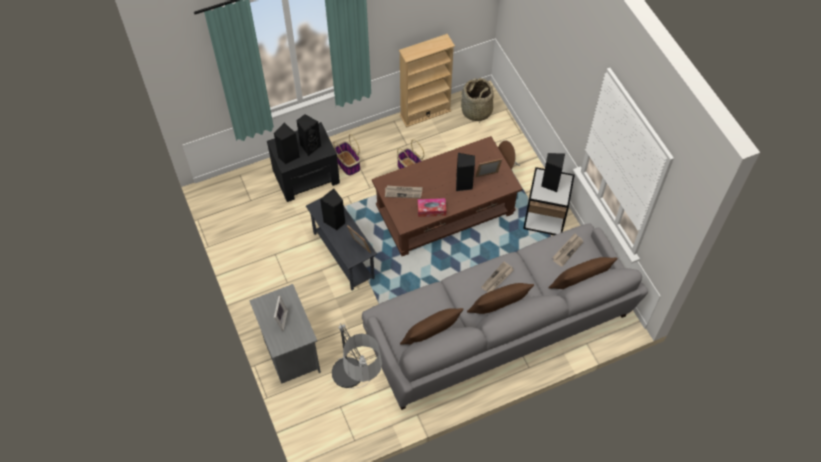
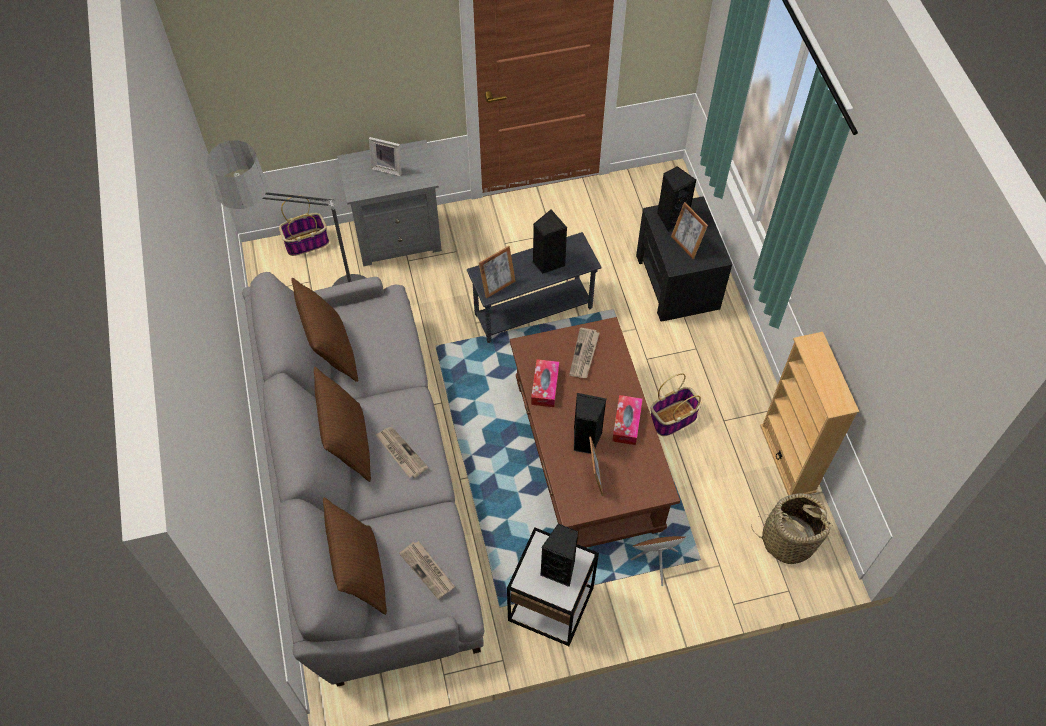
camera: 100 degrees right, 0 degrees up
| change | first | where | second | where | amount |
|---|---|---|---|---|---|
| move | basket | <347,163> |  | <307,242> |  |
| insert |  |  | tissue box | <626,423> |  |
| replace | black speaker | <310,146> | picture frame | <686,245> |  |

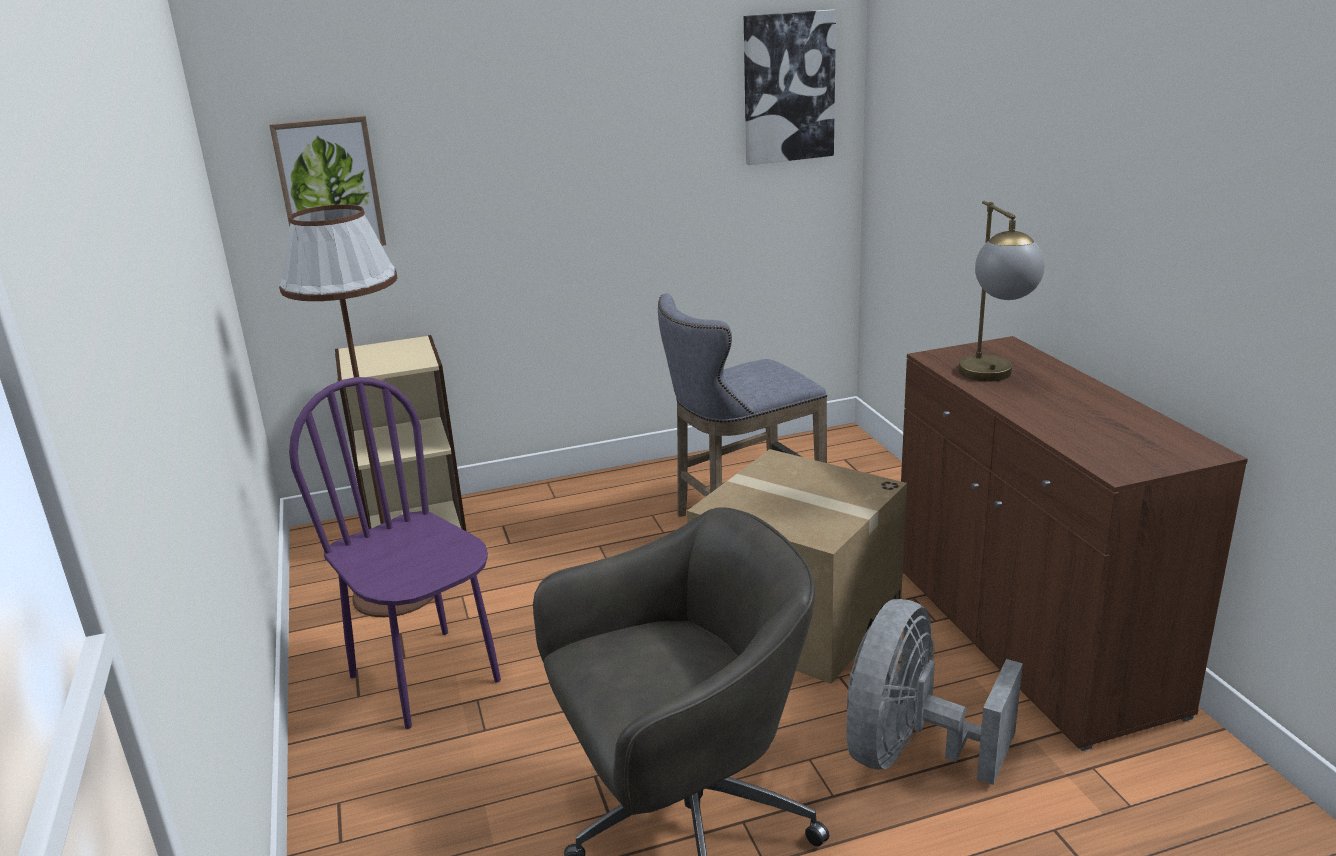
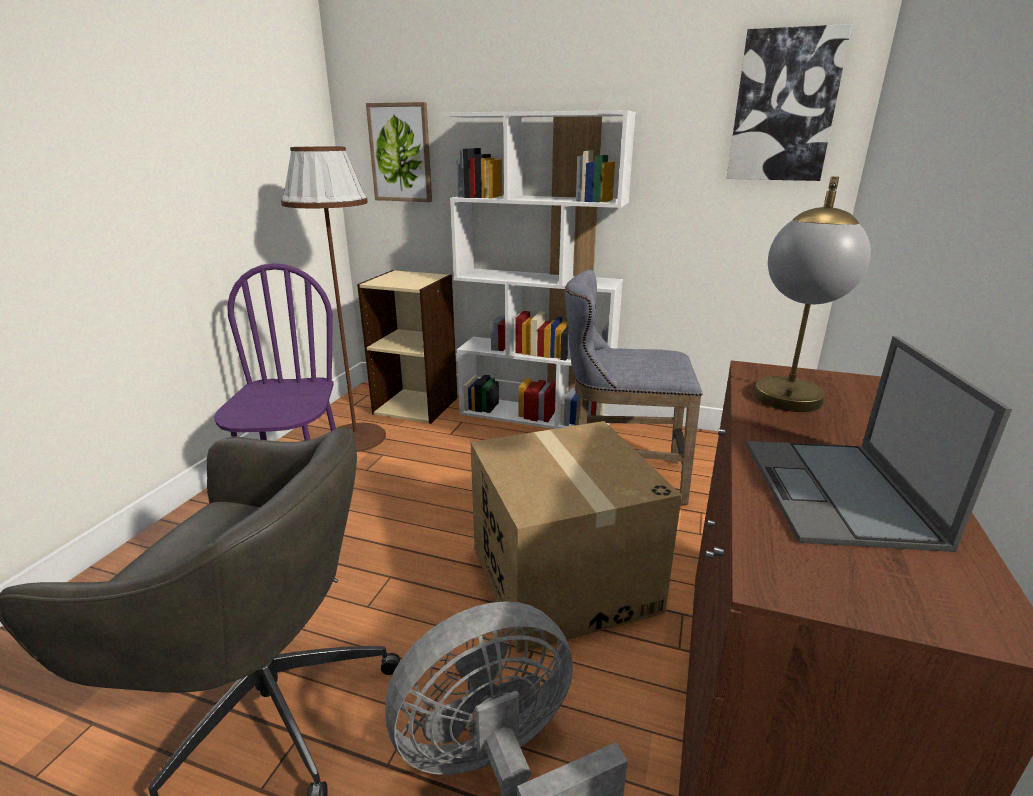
camera: 35 degrees right, 0 degrees up
| change | first | where | second | where | amount |
|---|---|---|---|---|---|
| insert |  |  | white bookcase | <536,416> |  |
| insert |  |  | laptop | <838,493> |  |

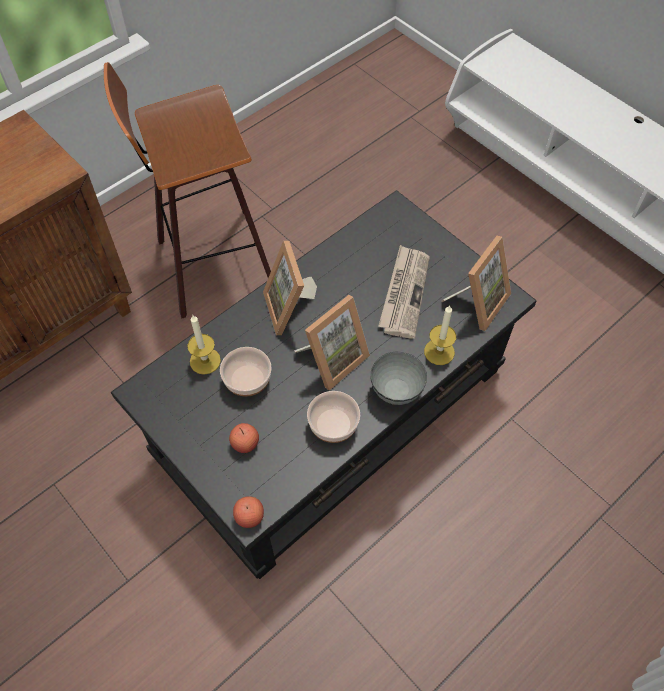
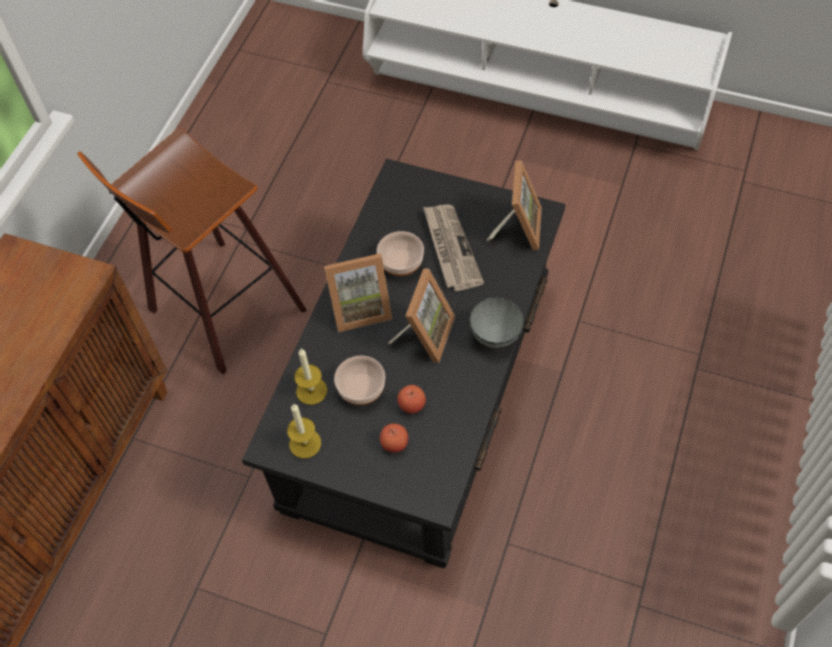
camera: 25 degrees left, 0 degrees up
| change | first | where | second | where | amount |
|---|---|---|---|---|---|
| move | candle | <439,352> |  | <305,443> |  |
| rotate | picture frame | <291,308> |  | <360,307> | 60 degrees counterclockwise |
| move | bowl | <334,425> |  | <401,263> |  |
| move | apple | <249,516> |  | <412,405> |  |

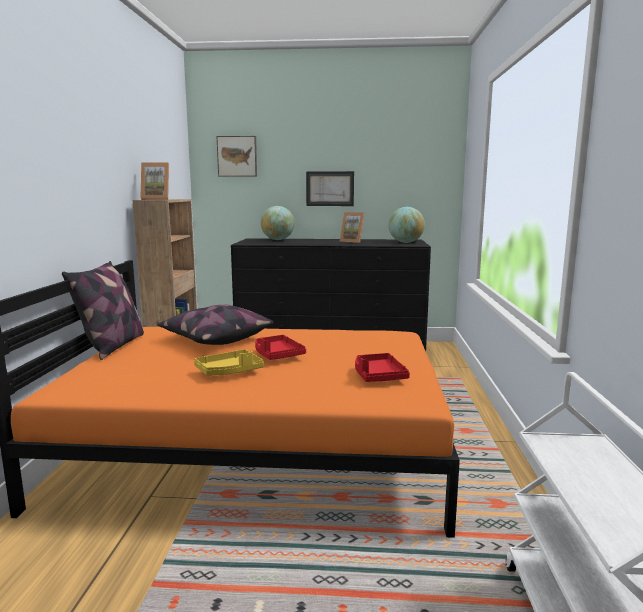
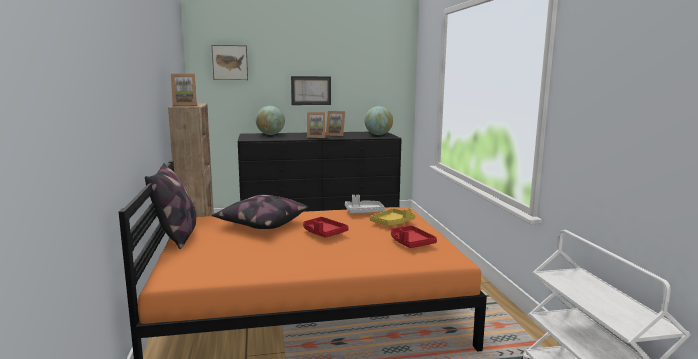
camera: 15 degrees left, 0 degrees up
| change | first | where | second | where | amount |
|---|---|---|---|---|---|
| insert |  |  | picture frame | <316,137> |  |
| insert |  |  | grey tray | <364,212> |  |
| move | yellow tray | <229,371> |  | <392,223> |  |

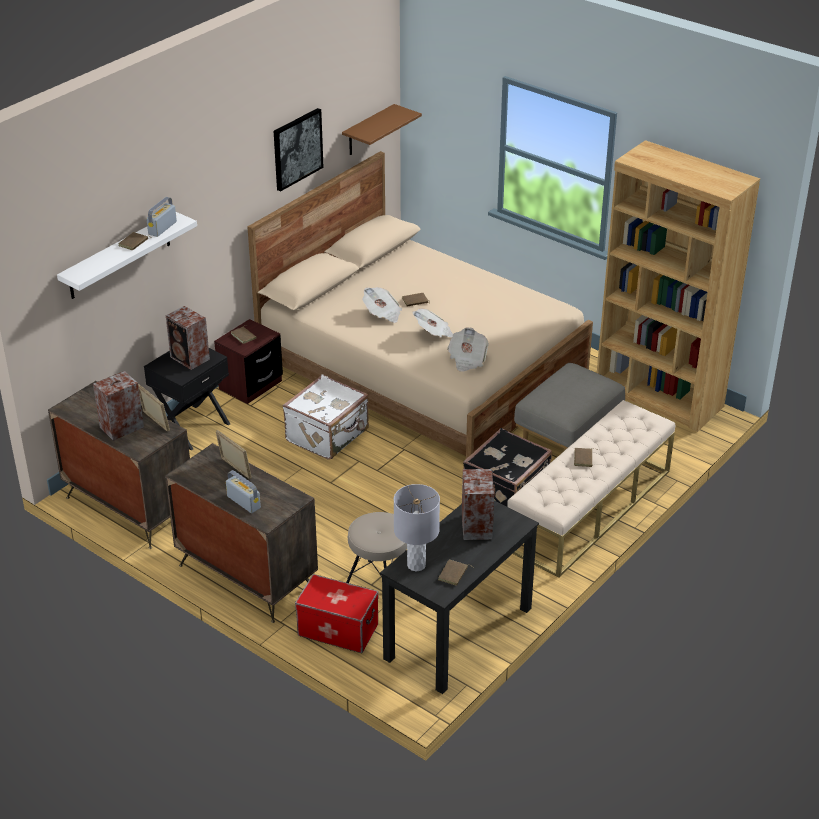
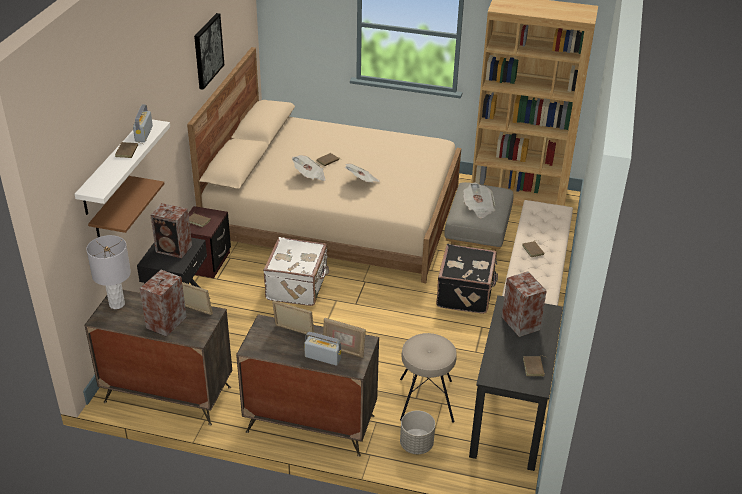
camera: 25 degrees left, 0 degrees up
| change | first | where | second | where | amount |
|---|---|---|---|---|---|
| move | grey table lamp | <416,565> |  | <116,304> |  |
| move | brown shelf | <368,130> |  | <111,211> |  |
| insert |  |  | picture frame | <343,351> |  |
| replace | storage box | <337,630> | grey planter | <416,445> |  |
| move | newspaper | <467,359> |  | <478,208> |  |

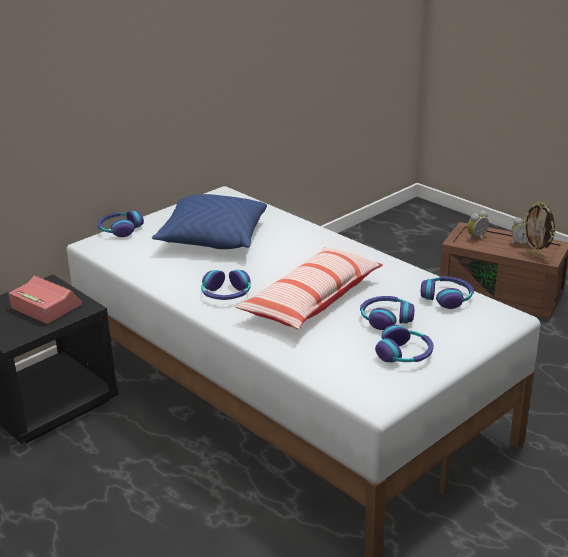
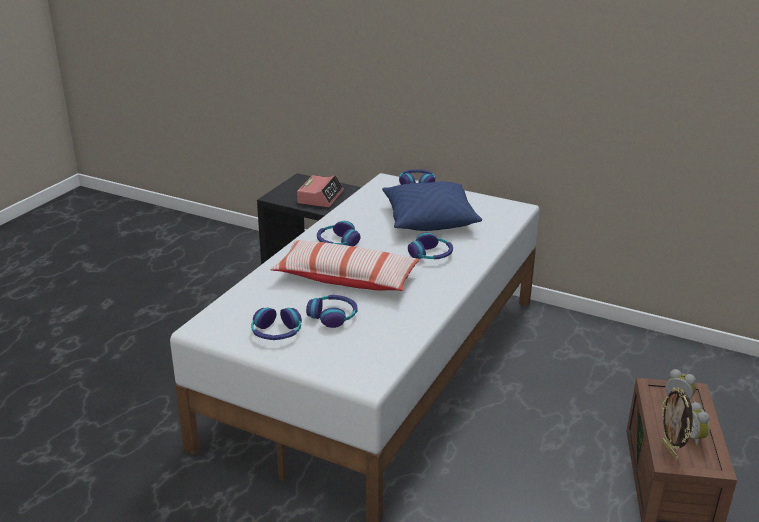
camera: 70 degrees right, 0 degrees up
| change | first | where | second | where | amount |
|---|---|---|---|---|---|
| move | headphones | <447,298> |  | <431,255> |  |
| rotate | picture frame | <536,255> |  | <670,451> | 45 degrees counterclockwise |

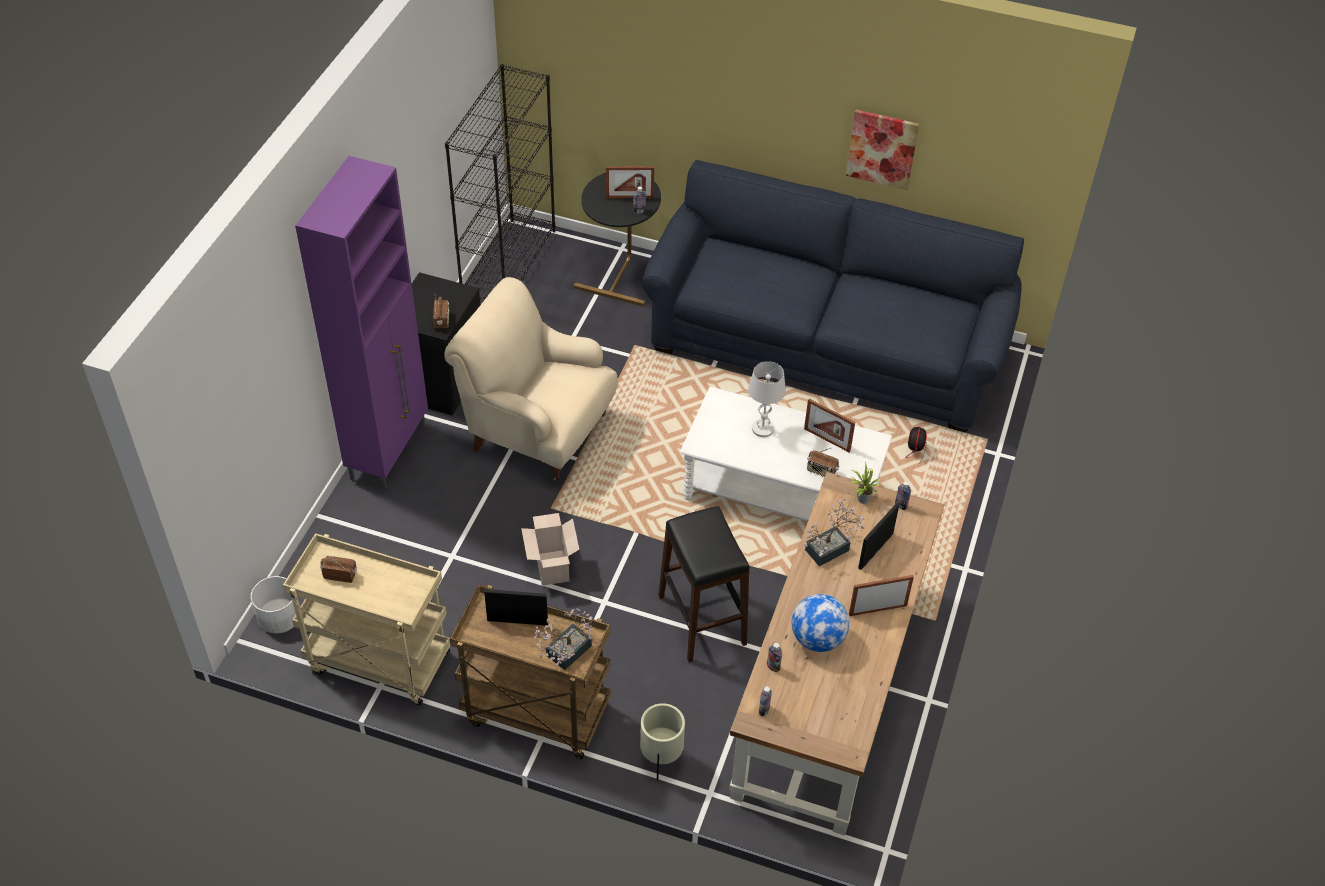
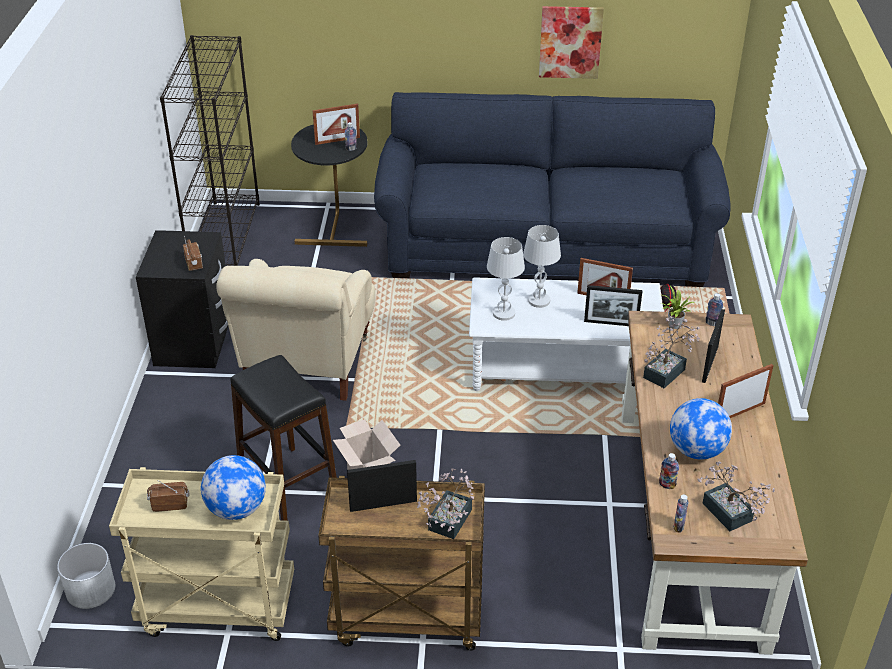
camera: 15 degrees left, 10 degrees down
| change | first | where | second | where | amount |
|---|---|---|---|---|---|
| insert |  |  | globe | <236,509> |  |
| rotate | beige armchair | <537,431> |  | <306,364> | 90 degrees counterclockwise |
| move | black stool | <701,619> |  | <288,485> |  |
| insert |  |  | white table lamp | <503,313> |  |
| replace | radio | <821,471> | picture frame | <611,323> |  |
| insert |  |  | potted plant | <730,516> |  |
| delete | purple cabinet | <390,450> |  |  |  |
| delete | beige planter | <661,759> |  |  |  |

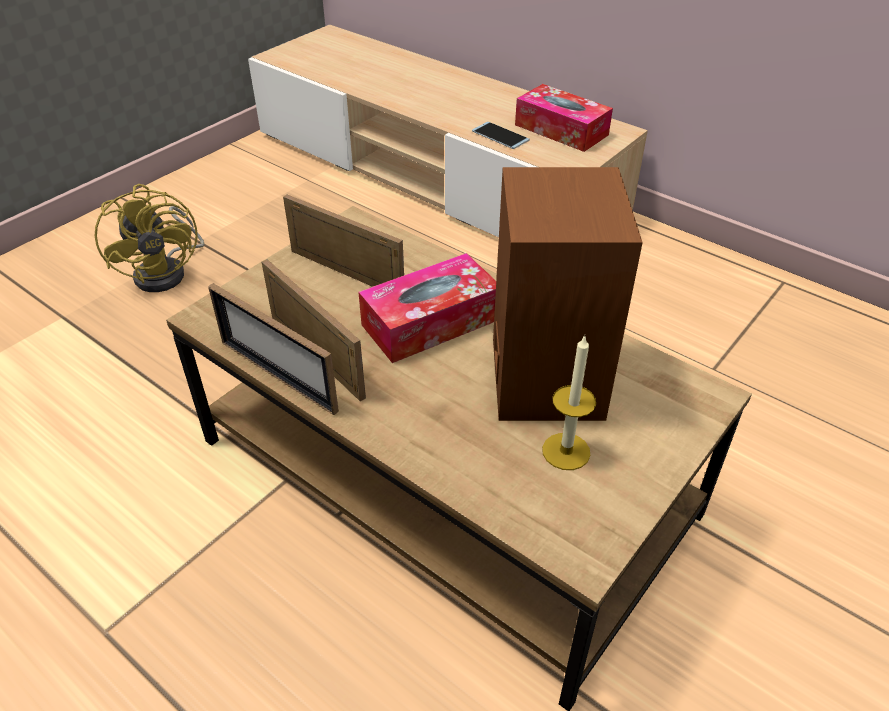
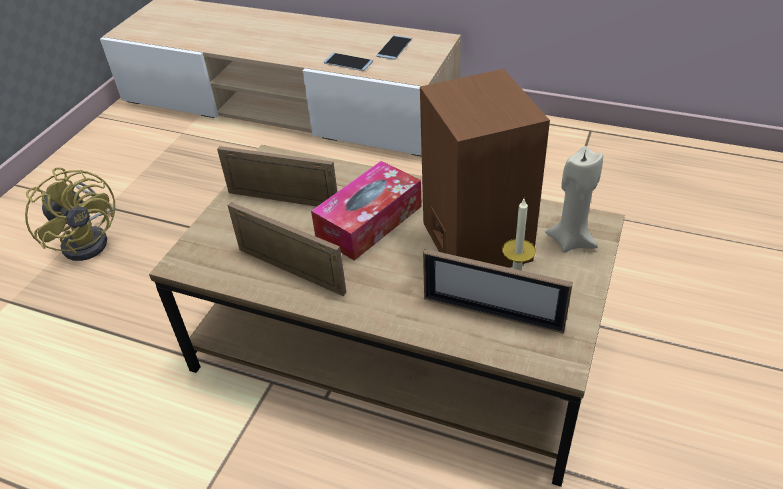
camera: 15 degrees left, 0 degrees up
| change | first | where | second | where | amount |
|---|---|---|---|---|---|
| replace | tissue box | <561,130> | phone | <394,48> |  |
| move | picture frame | <278,375> |  | <492,313> |  |
| insert |  |  | beige candle | <571,240> |  |

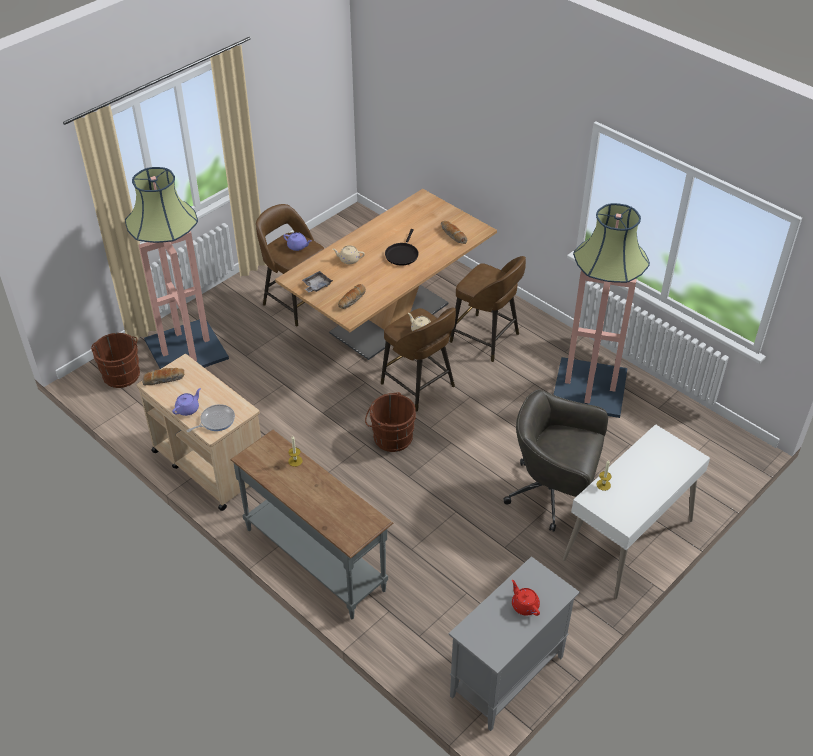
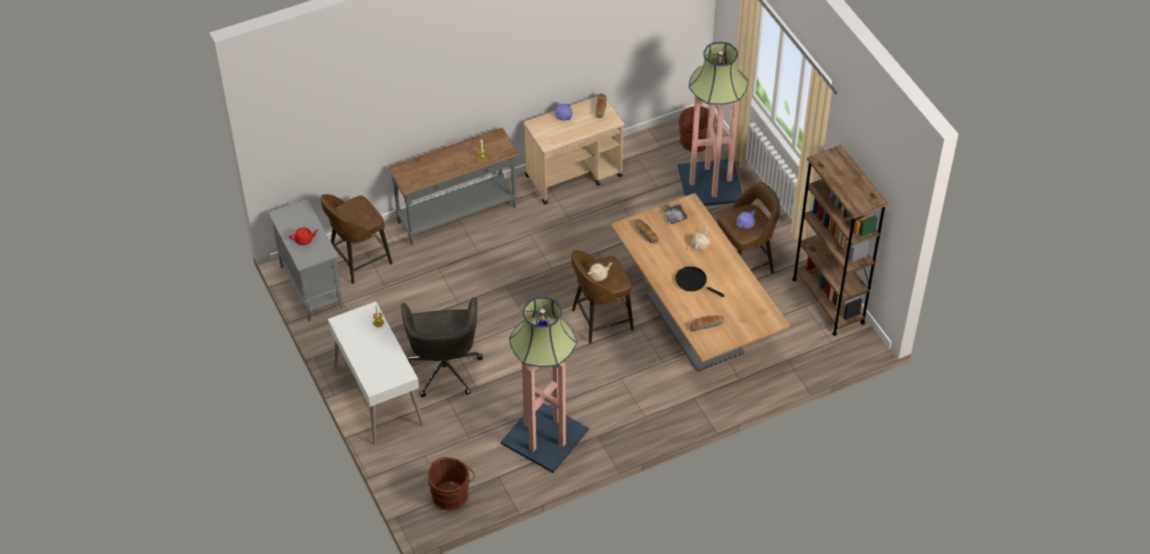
camera: 110 degrees right, 5 degrees up
| change | first | where | second | where | amount |
|---|---|---|---|---|---|
| move | brown stool | <486,339> |  | <358,260> |  |
| rotate | grey office chair | <553,494> |  | <444,367> | 135 degrees clockwise |
| move | brown bucket | <390,437> |  | <451,494> |  |
| insert |  |  | brown bookcase | <828,301> |  |
| delete | frying pan | <215,421> |  |  |  |

